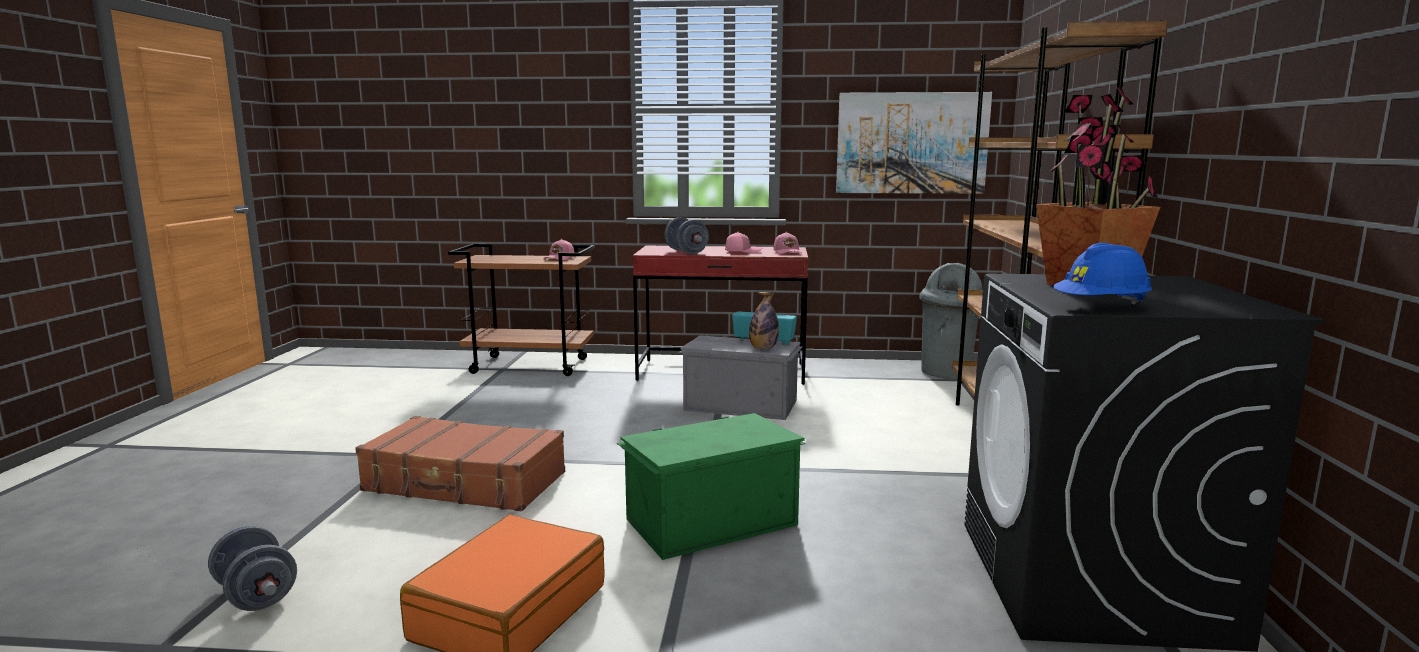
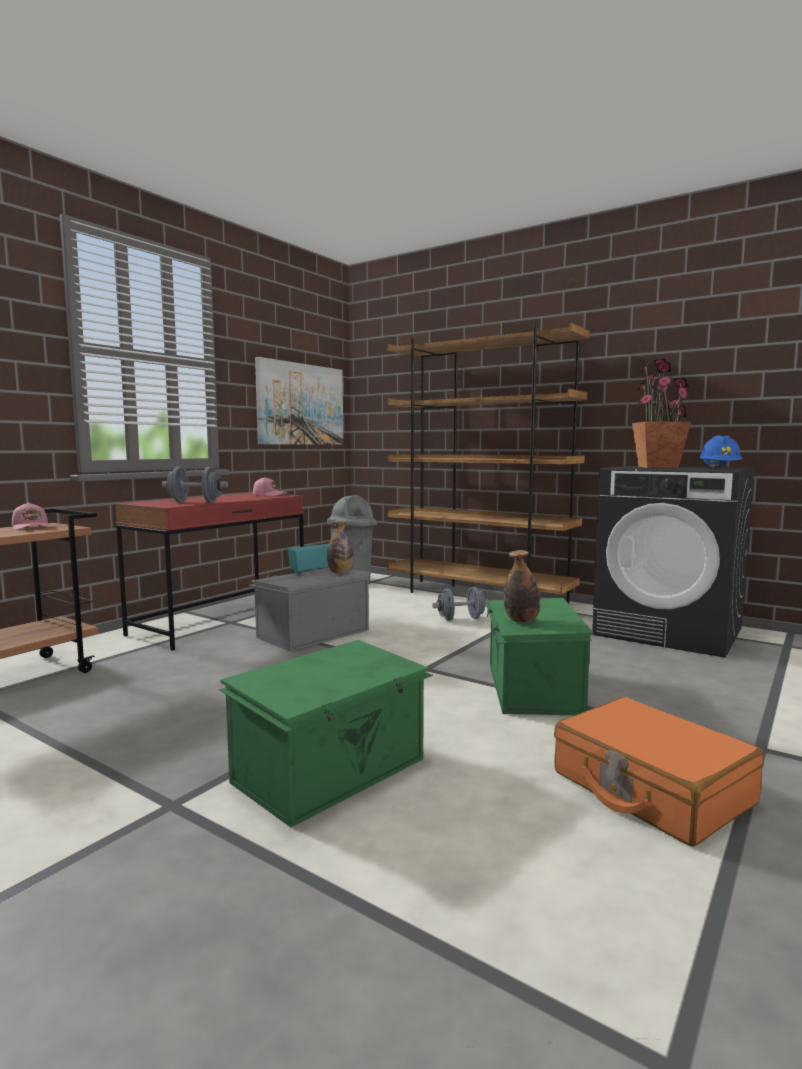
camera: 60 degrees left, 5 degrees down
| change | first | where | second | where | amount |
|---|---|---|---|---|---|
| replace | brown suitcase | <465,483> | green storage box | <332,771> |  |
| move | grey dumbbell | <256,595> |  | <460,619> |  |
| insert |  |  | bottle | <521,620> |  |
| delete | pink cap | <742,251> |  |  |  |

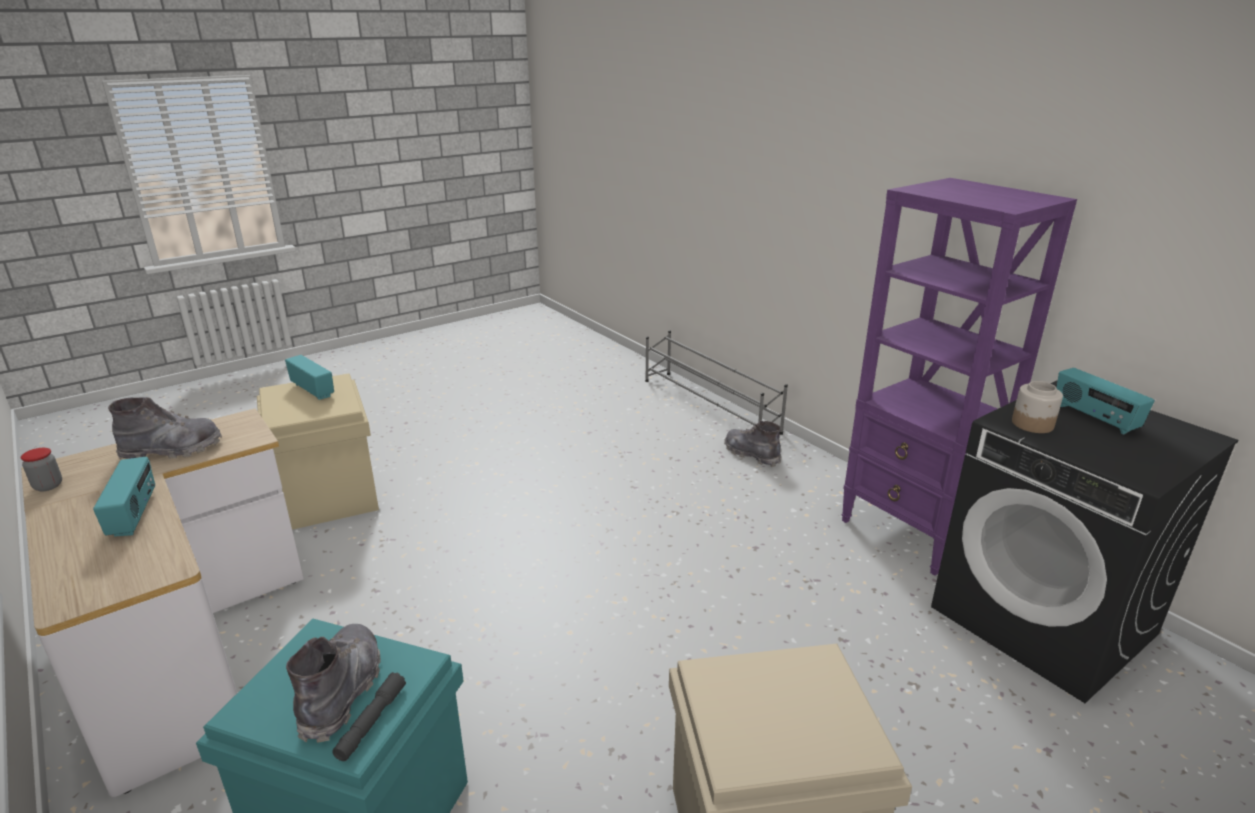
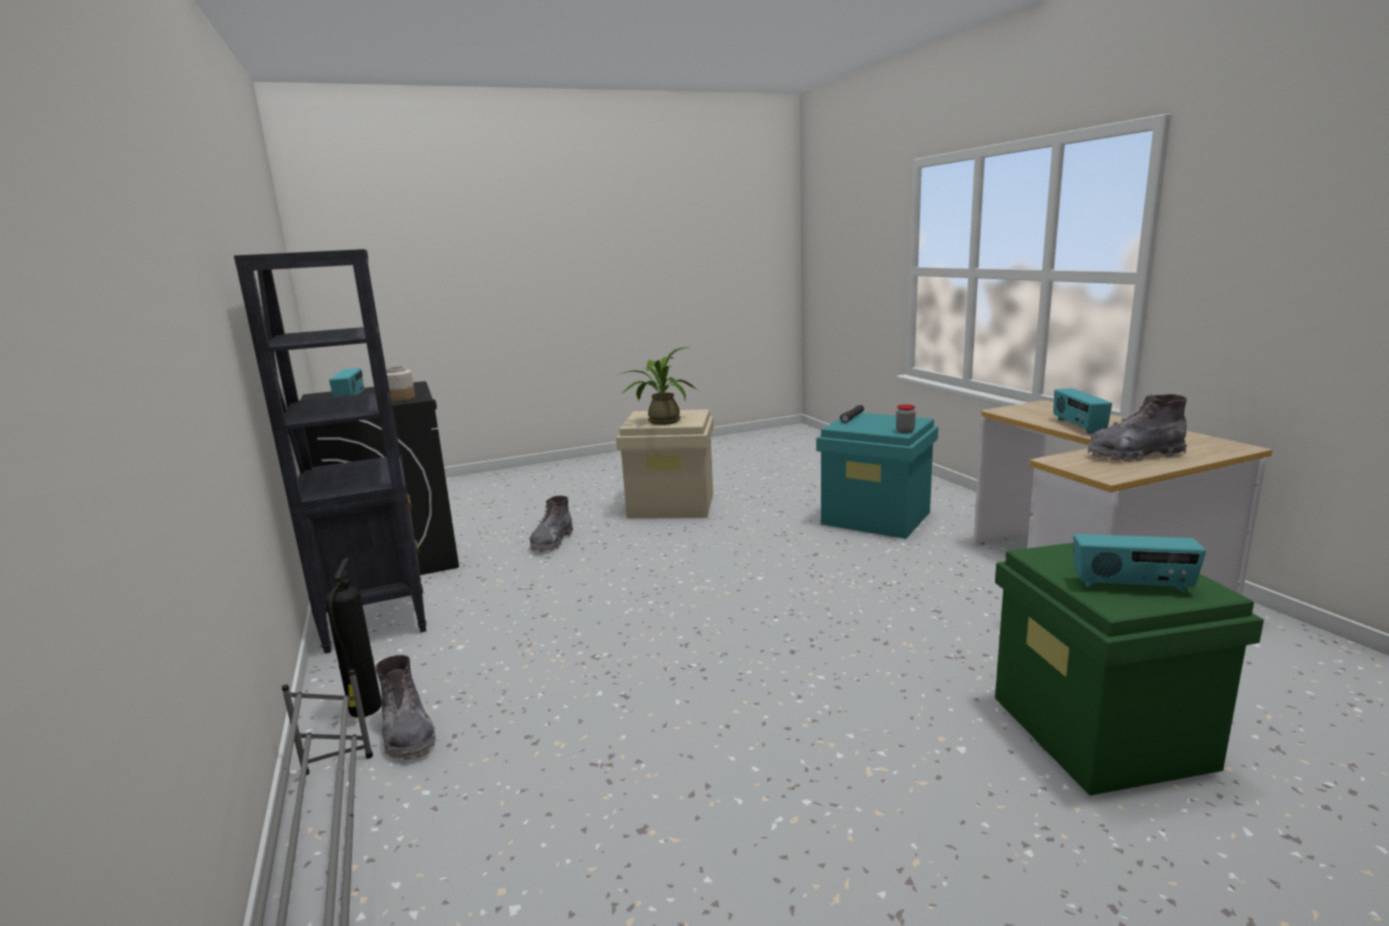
camera: 165 degrees left, 10 degrees down
| change | first | where | second | where | amount |
|---|---|---|---|---|---|
| recolor | purple bookcase | <913,532> | black bookcase | <377,615> |  |
| insert |  |  | fire extinguisher | <365,710> |  |
| move | grey boot | <342,691> |  | <552,542> |  |
| insert |  |  | potted plant | <660,421> |  |
| move | jar | <48,486> |  | <905,431> |  |
| recolor | beige storage box | <327,495> | green storage box | <1102,732> |  |
| rotate | radio | <313,390> |  | <1132,586> | 45 degrees counterclockwise |

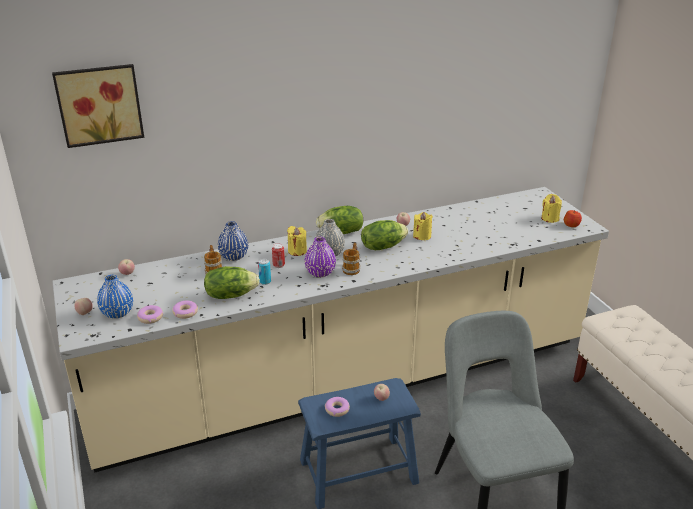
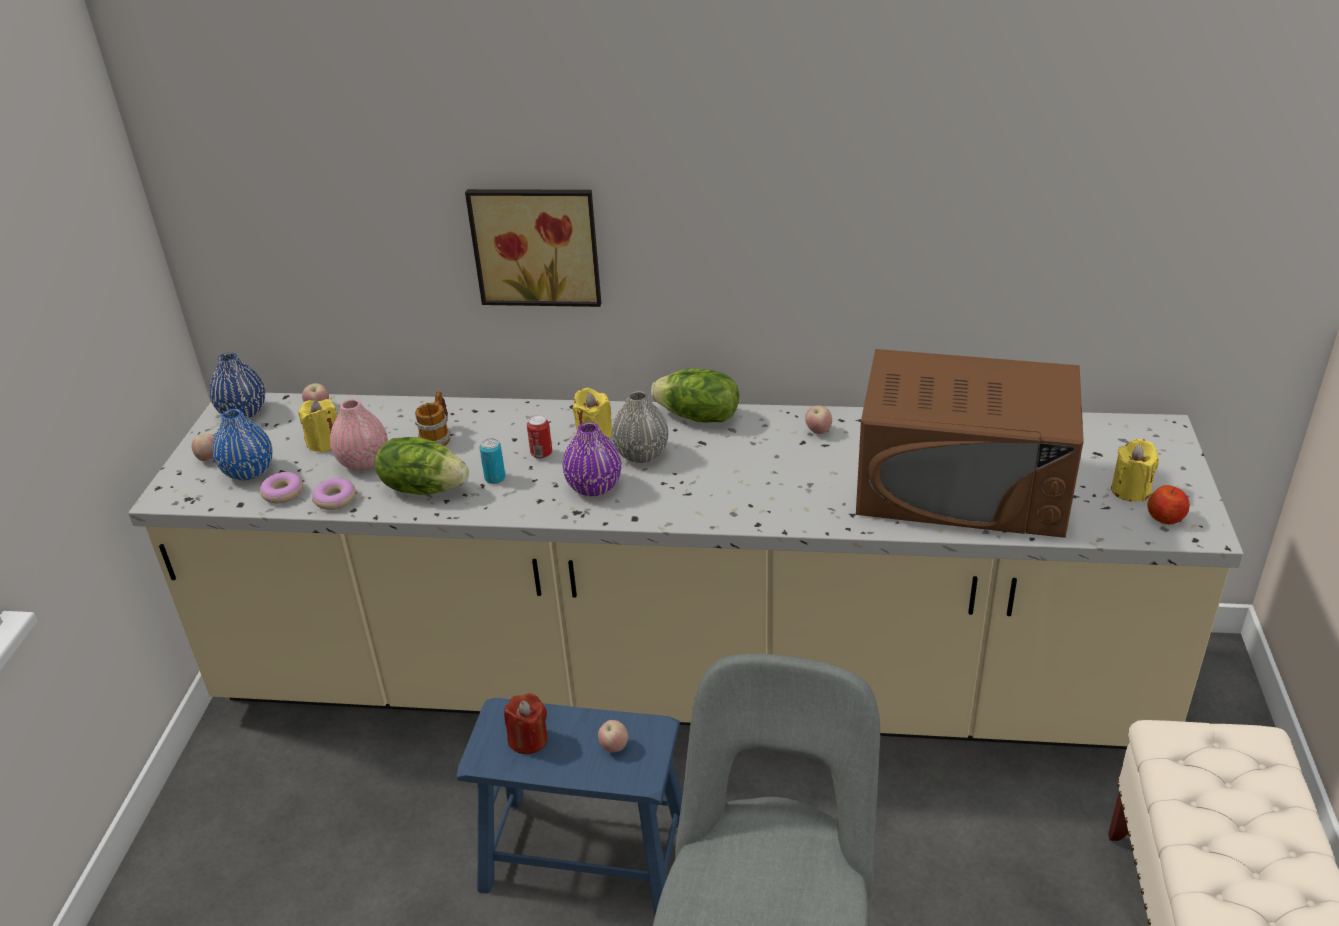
camera: 30 degrees right, 5 degrees up
| change | first | where | second | where | amount |
|---|---|---|---|---|---|
| move | blue vase | <234,256> |  | <243,412> |  |
| move | yellow candle | <422,236> |  | <324,442> |  |
| insert |  |  | pink vase | <364,462> |  |
| move | picture | <99,104> |  | <536,245> |  |
| replace | donut | <337,409> | red candle | <528,739> |  |
| insert |  |  | brown microwave | <962,486> |  |
| delete | mug | <352,268> |  |  |  |
| delete | lettuce | <382,246> |  |  |  |

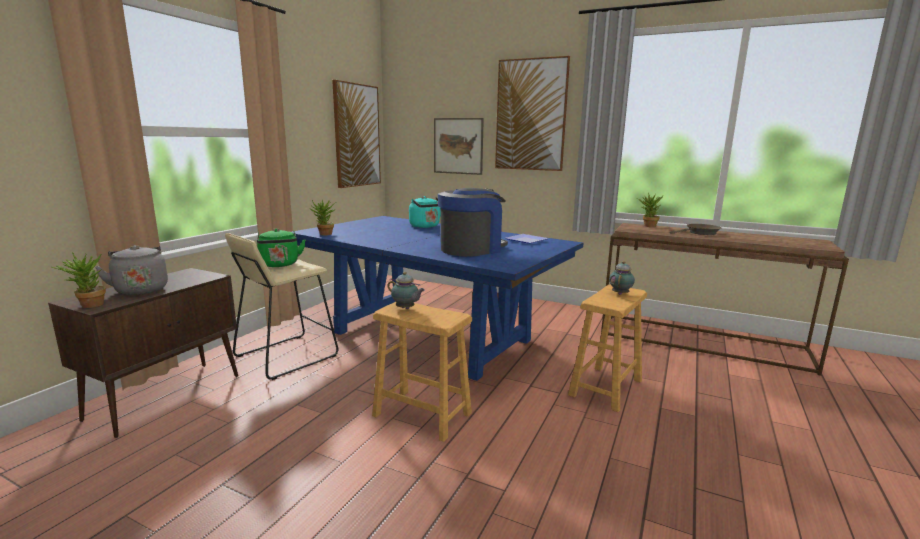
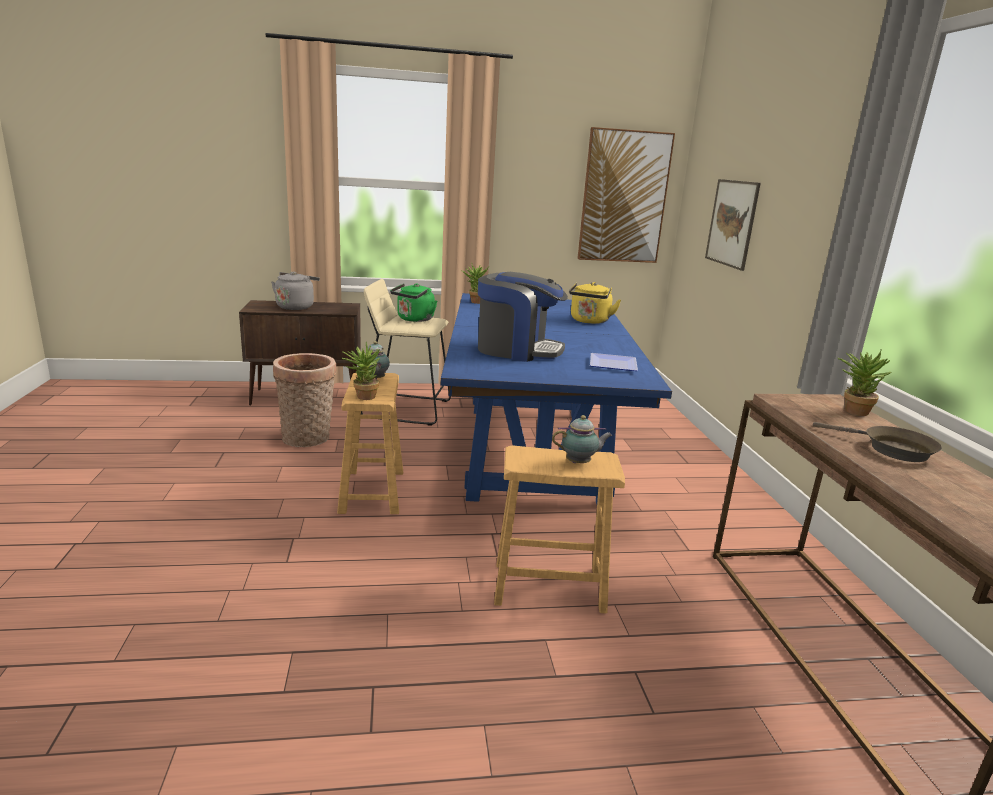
camera: 55 degrees right, 5 degrees up
| change | first | where | second | where | amount |
|---|---|---|---|---|---|
| insert |  |  | basket | <308,439> |  |
| move | potted plant | <88,306> |  | <362,396> |  |
| recolor | turquoise kettle | <426,226> | yellow kettle | <589,321> |  |
| delete | picture | <531,115> |  |  |  |

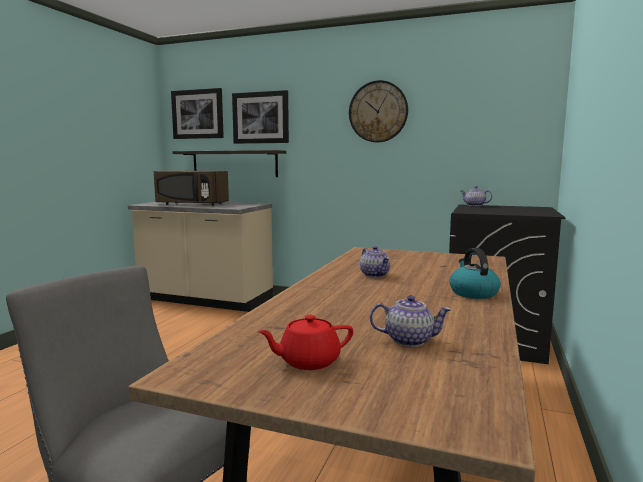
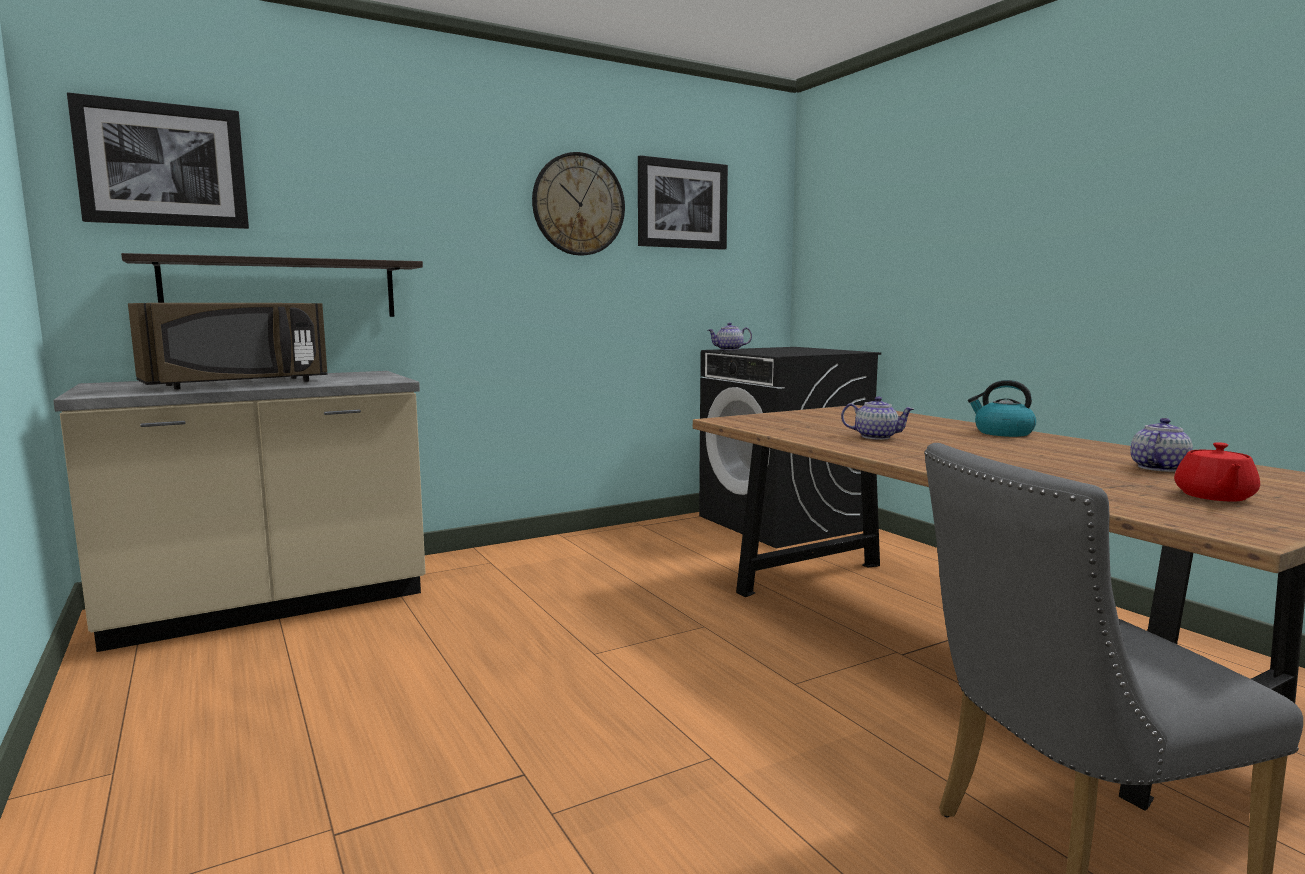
camera: 50 degrees left, 0 degrees up
| change | first | where | second | where | amount |
|---|---|---|---|---|---|
| move | picture | <260,117> |  | <682,204> |  |

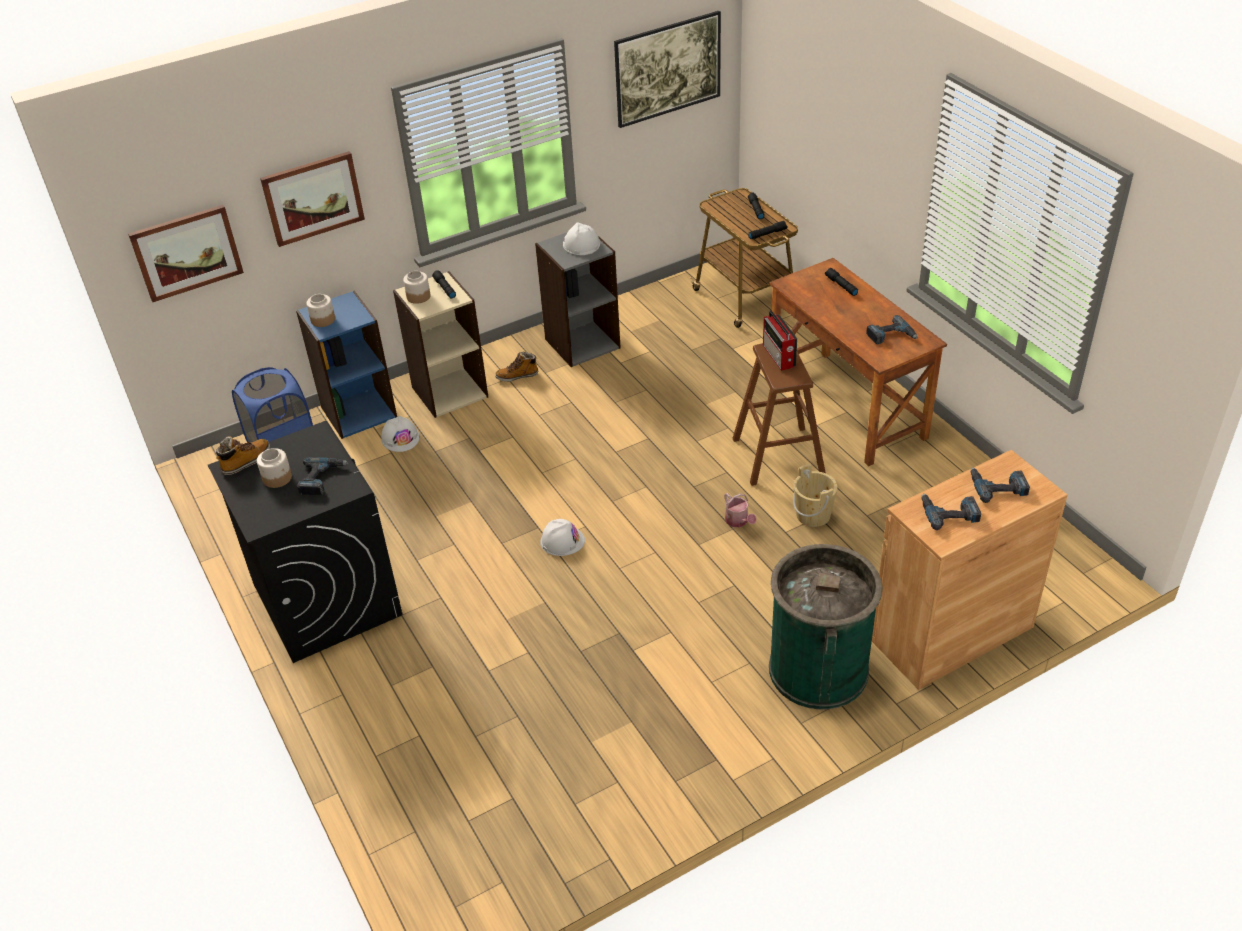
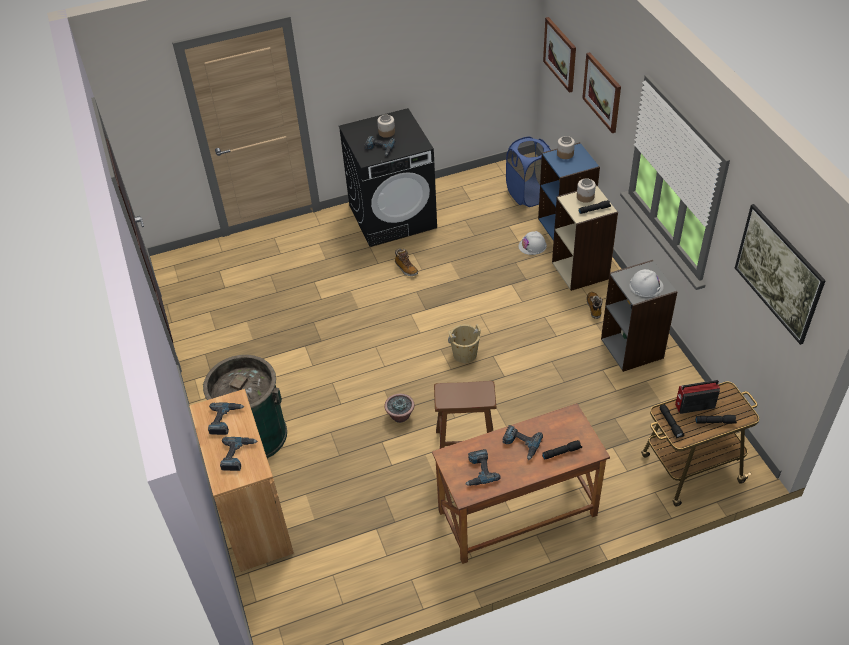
camera: 100 degrees right, 5 degrees up
| change | first | where | second | where | amount |
|---|---|---|---|---|---|
| replace | watering can | <738,521> | potted plant | <400,416> |  |
| move | boot | <246,461> |  | <406,268> |  |
| move | beige bucket | <813,515> |  | <465,354> |  |
| insert |  |  | power drill | <521,444> |  |
| move | radio | <779,356> |  | <694,406> |  |
| delete | white hard hat | <562,541> |  |  |  |

